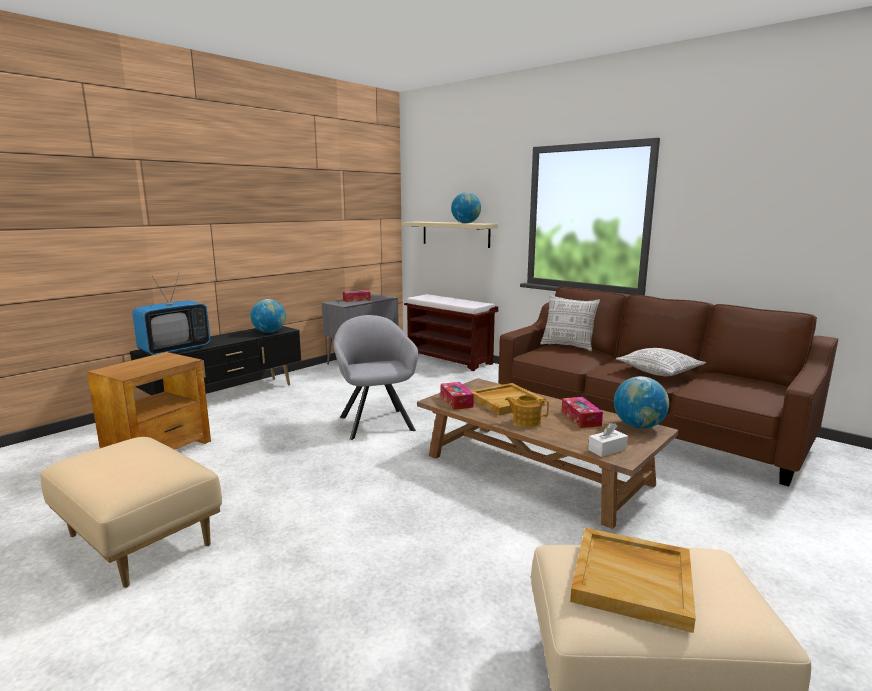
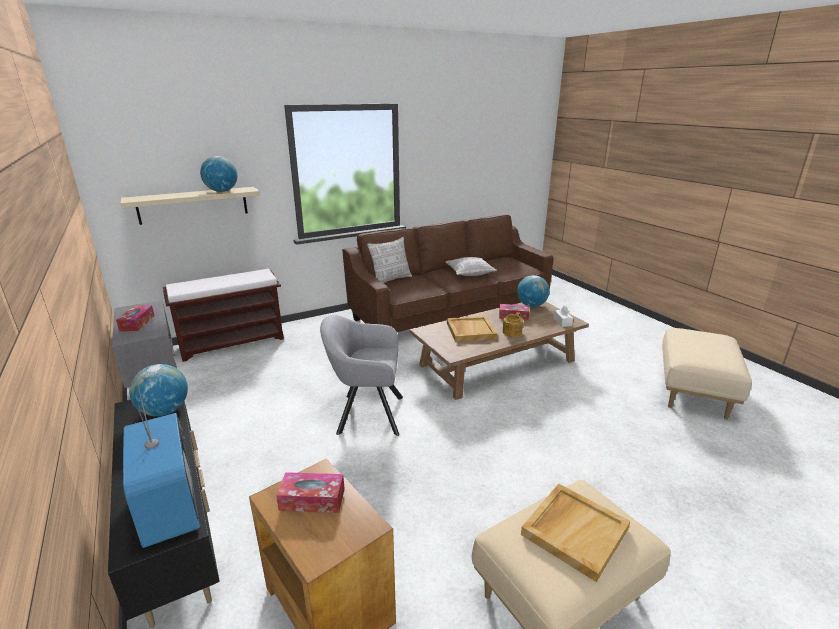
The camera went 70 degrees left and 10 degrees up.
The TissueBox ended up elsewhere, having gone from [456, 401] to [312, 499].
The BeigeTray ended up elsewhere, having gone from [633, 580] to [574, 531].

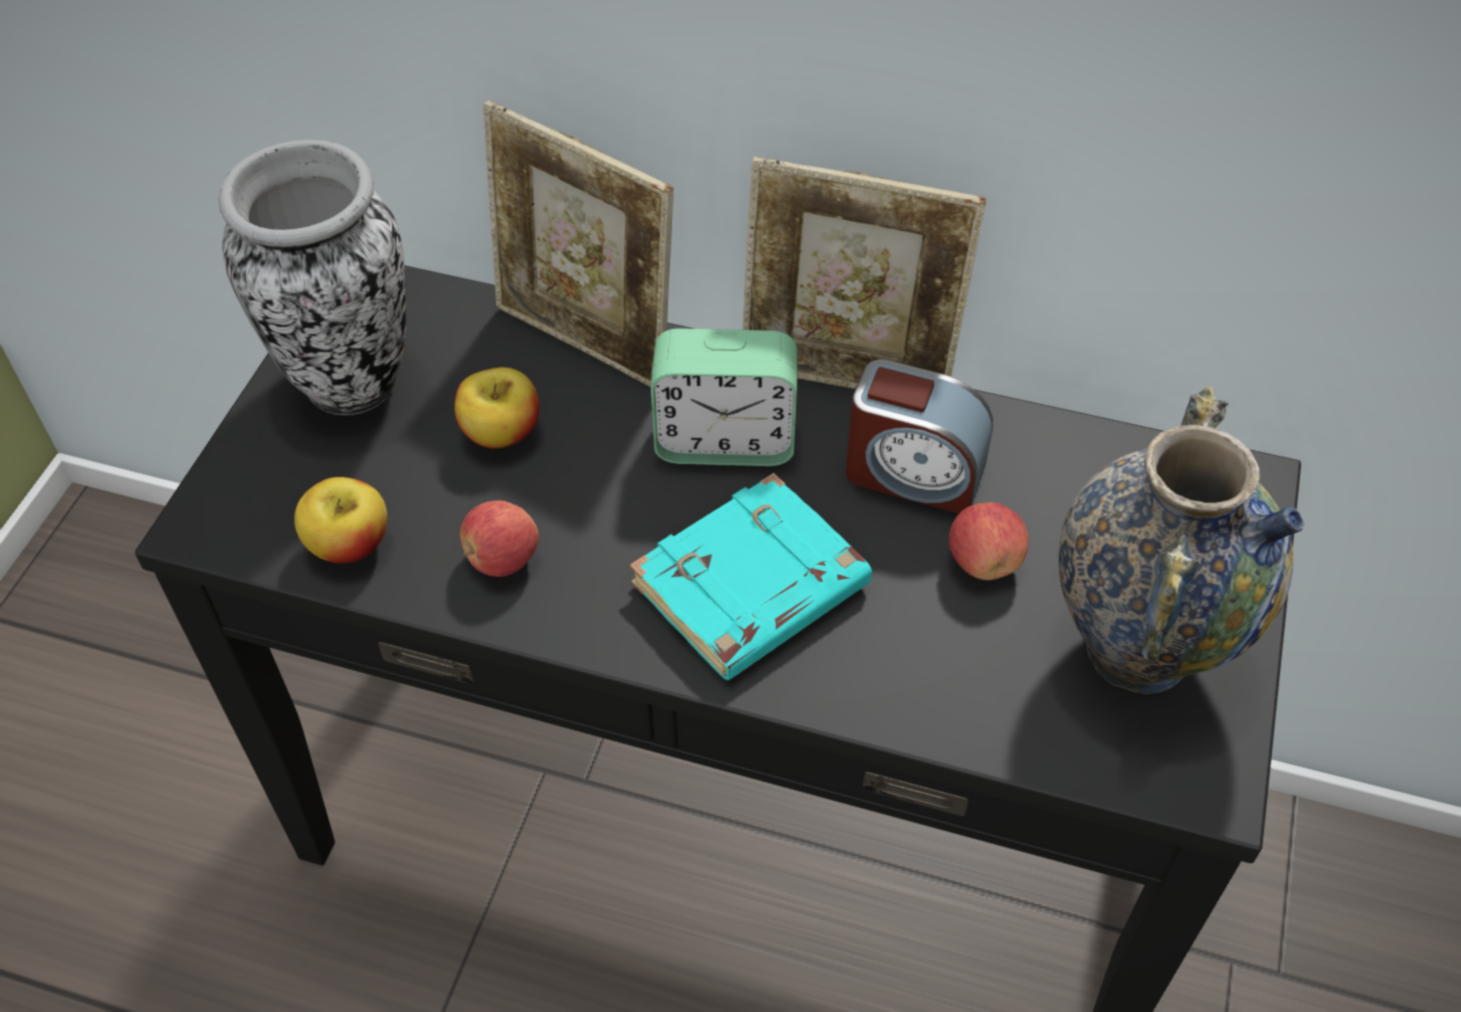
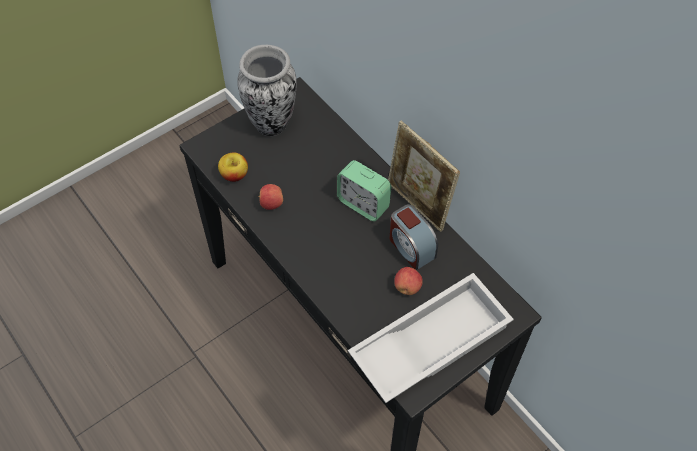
The camera went 35 degrees right and 5 degrees up.
The second view lost the Apple at [501, 432].
The second view lost the PictureFrame at [586, 342].
The second view lost the TurquoiseBook at [751, 590].
Where the Vase stood at [1138, 649], the WhiteTray came to stand at [429, 341].

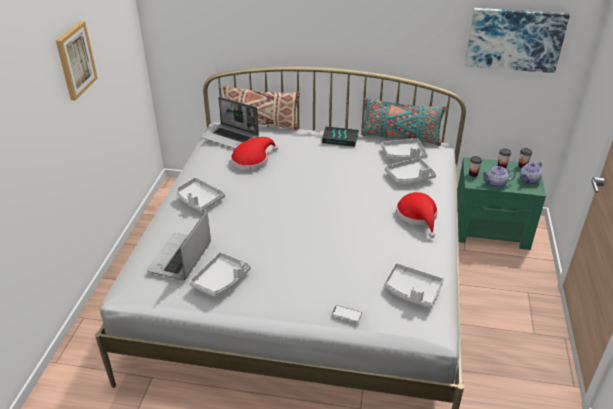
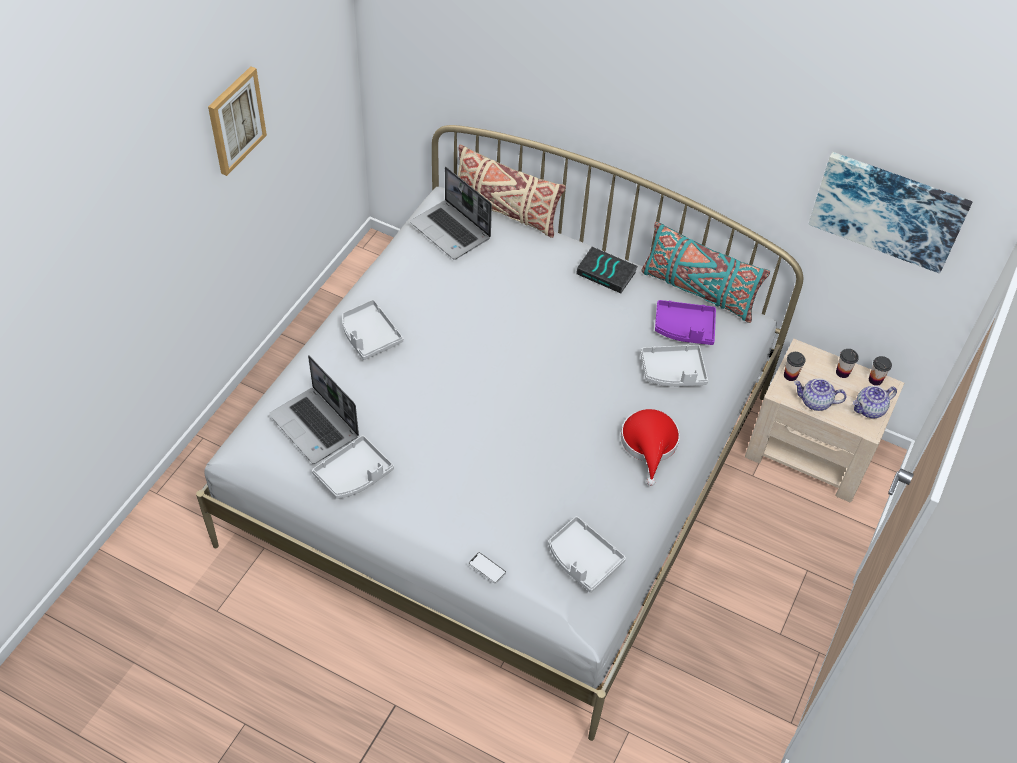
The camera went 15 degrees right and 15 degrees up.
The Laptop at [180, 258] ended up facing another way, 75 degrees counterclockwise from before.
The second view lost the RedHat at [252, 160].
What was the GreyTray at [403, 155] turned into the PurpleTray at [684, 328].
What was the GreenNightstand at [491, 228] turned into the BeigeNightstand at [811, 450].

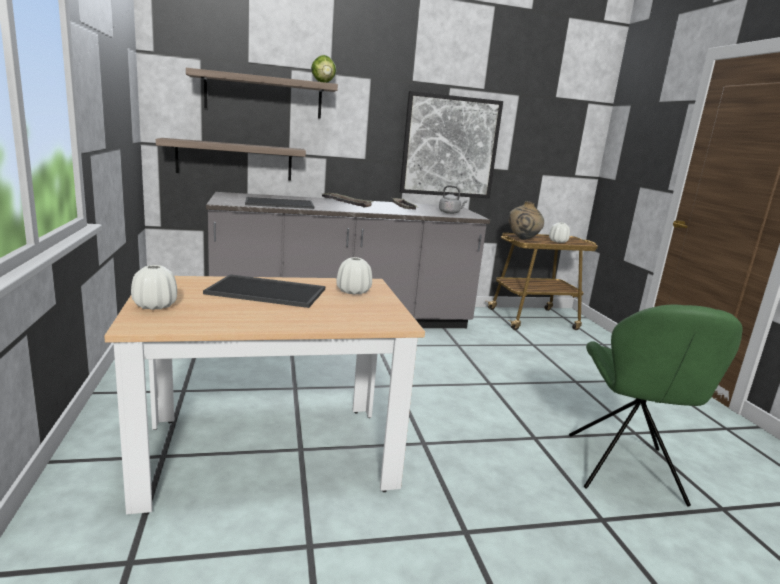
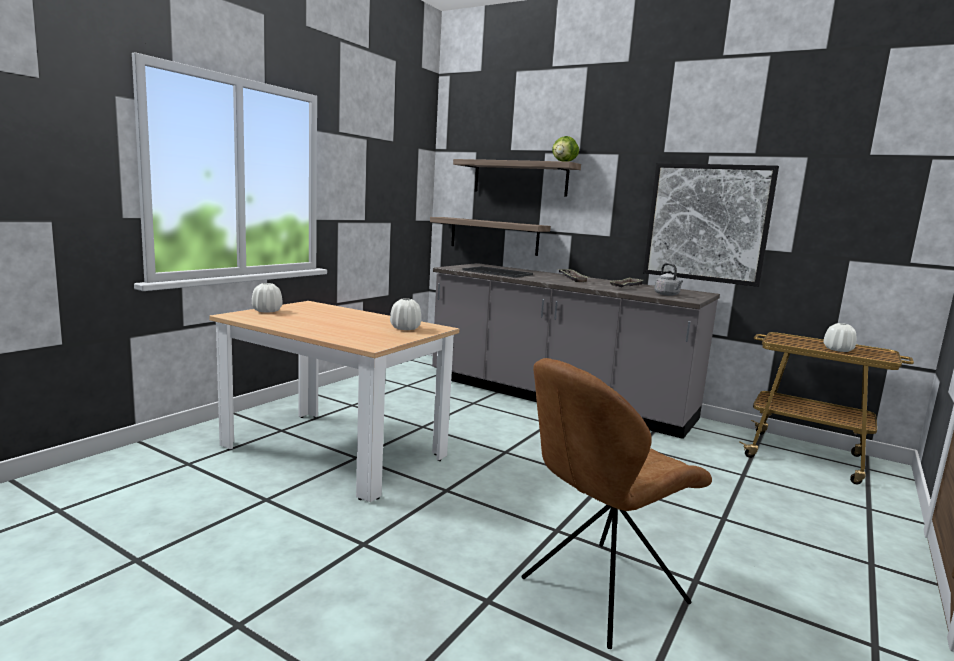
The camera went 45 degrees right and 5 degrees down.
The second view lost the Tray at [268, 291].
The second view lost the BeigeVase at [523, 239].
What was the GreenChair at [624, 471] turned into the BrownChair at [599, 593].

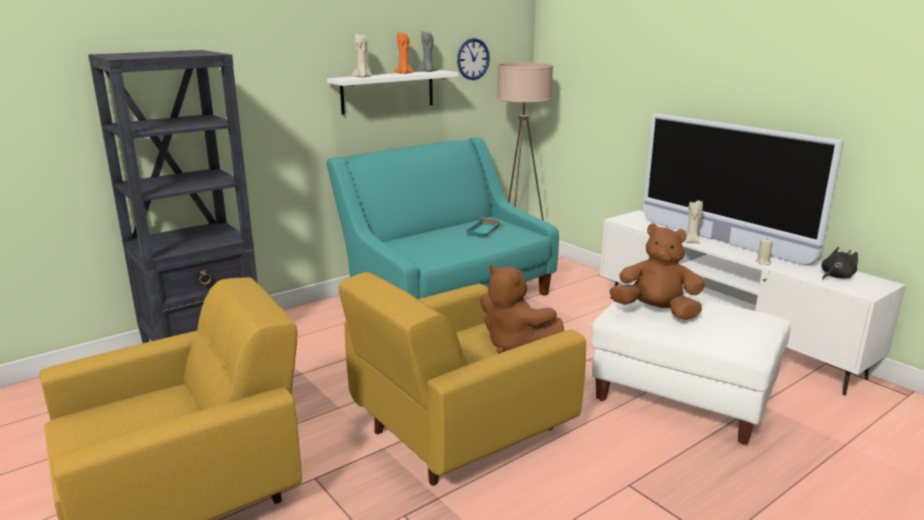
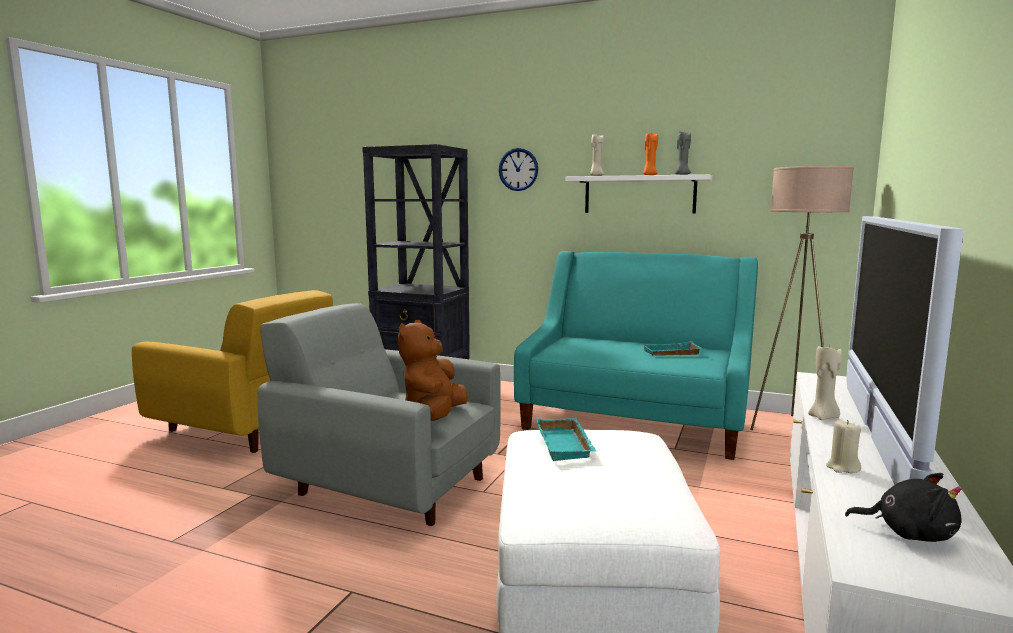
The camera went 60 degrees right and 10 degrees down.
What was the YellowArmchair at [458, 432] turned into the GreyArmchair at [387, 484].
The WallClock ended up elsewhere, having gone from [473, 59] to [518, 169].
Where the BrownPlushToy stood at [656, 311], the TurquoiseTray came to stand at [566, 445].

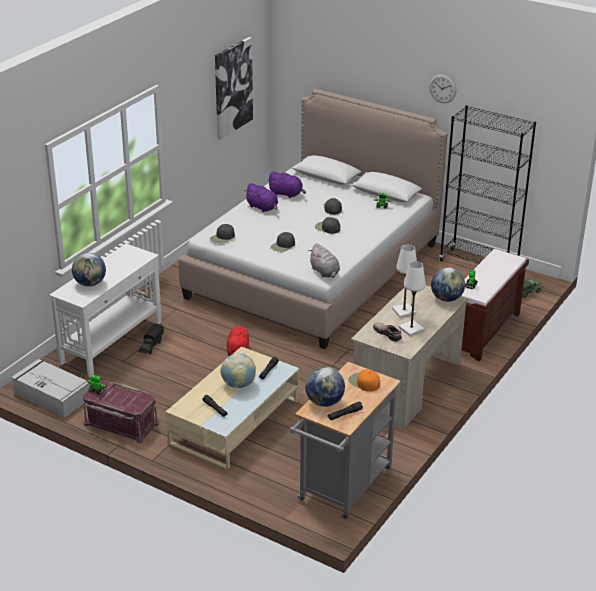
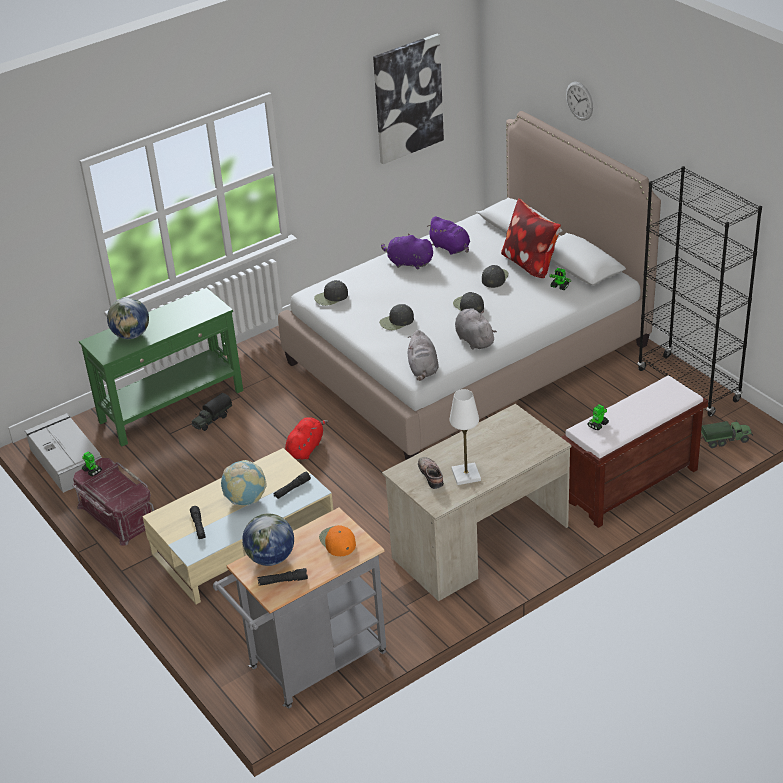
The camera went 25 degrees right and 5 degrees up.
What was the WhiteConsoleTable at [112, 342] turned into the GreenConsoleTable at [172, 406].
The PurplePlushToy at [263, 208] ended up facing another way, 135 degrees clockwise from before.
The second view lost the WhiteTableLamp at [404, 311].
The WallClock ended up elsewhere, having gone from [442, 88] to [579, 101].
The second view lost the Globe at [446, 299].
The second view gained the GreyPlushToy at [473, 339].
The second view gained the Pillow at [529, 263].

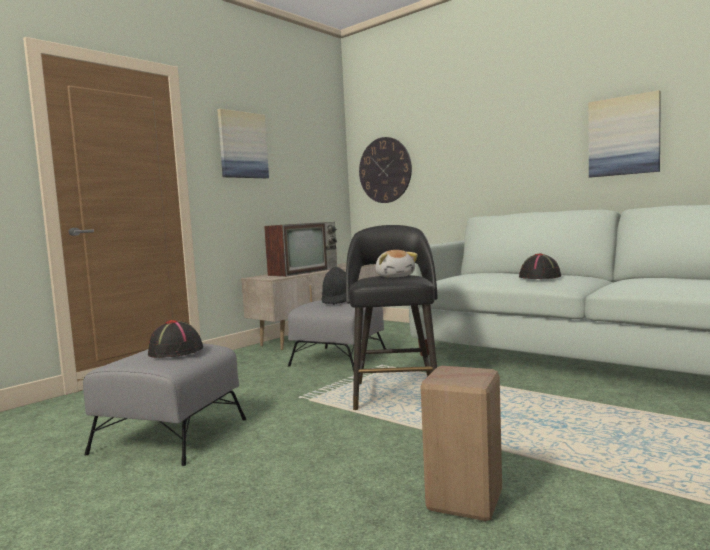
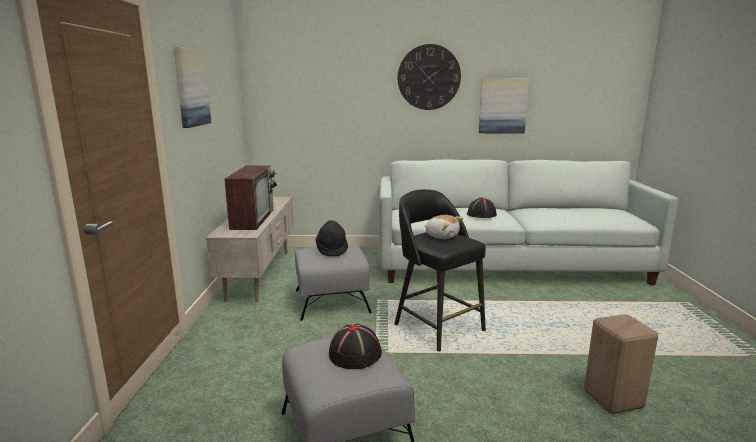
The camera went 40 degrees left and 10 degrees up.
The WallClock ended up elsewhere, having gone from [385, 170] to [429, 77].

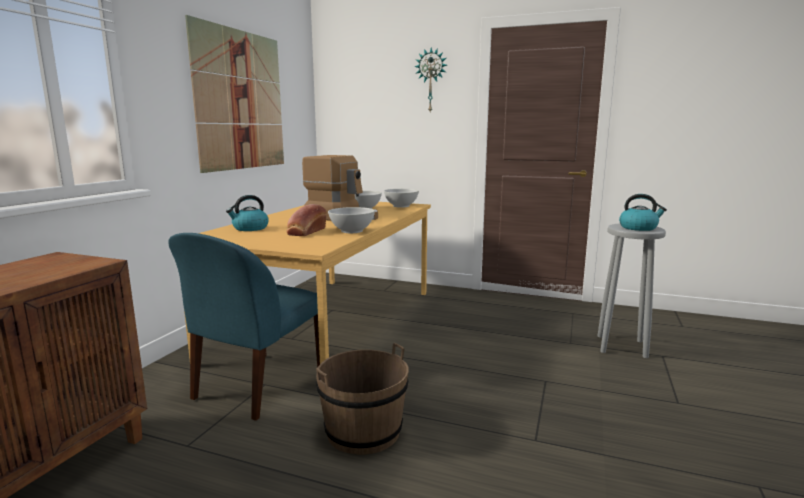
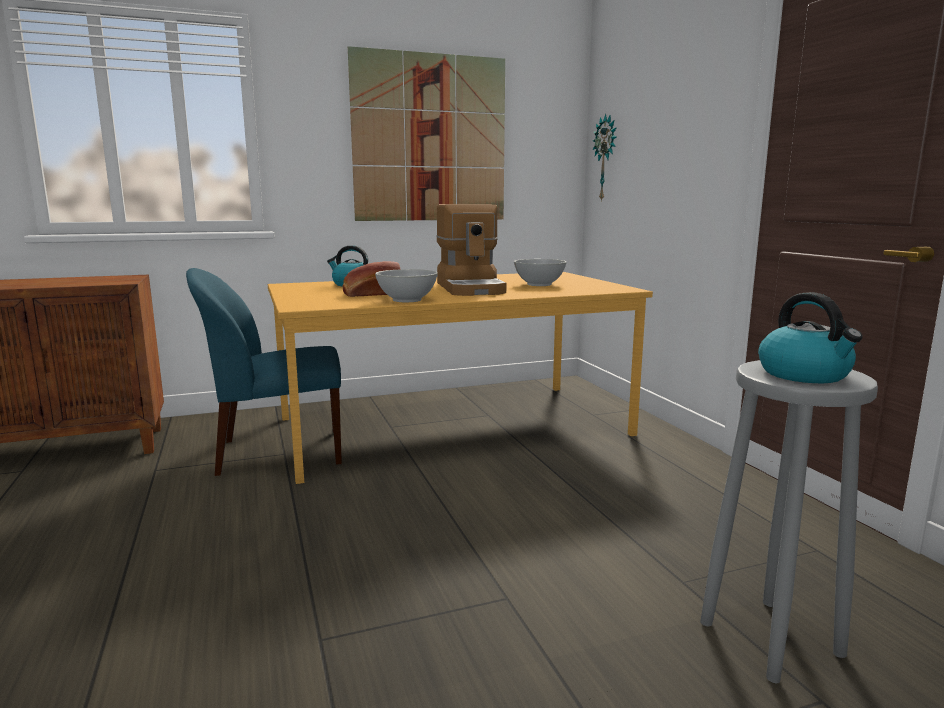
The camera went 50 degrees right and 0 degrees up.
The second view lost the BrownBucket at [363, 431].
The second view lost the WhiteBowl at [401, 206].
The WallClock ended up elsewhere, having gone from [431, 80] to [606, 158].

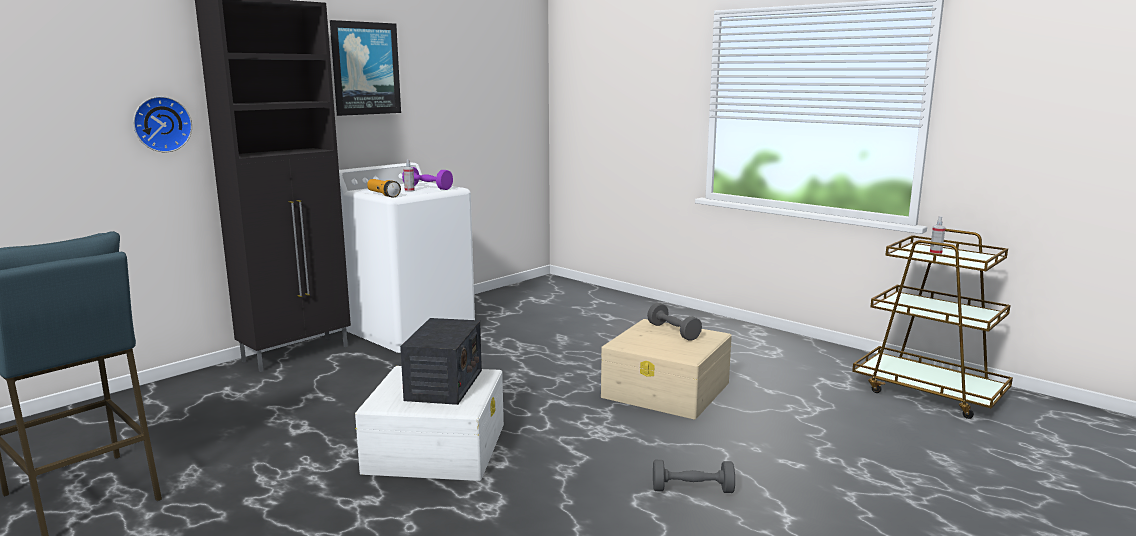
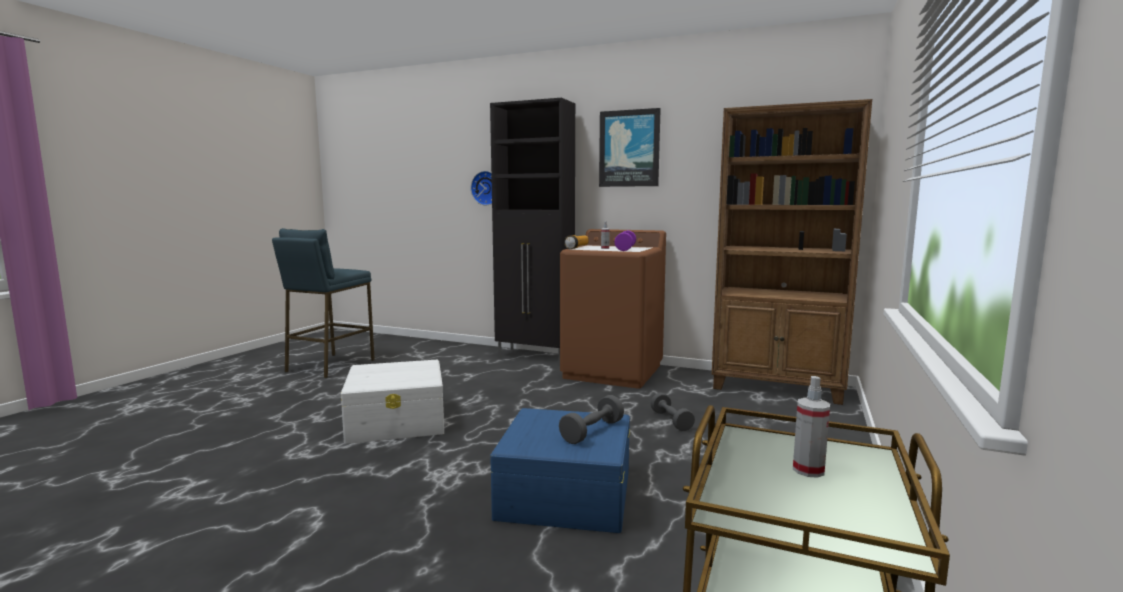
The camera went 70 degrees right and 5 degrees down.
What was the WhiteWashingMachine at [410, 330] turned into the BrownWashingMachine at [613, 372].
The second view lost the Radio at [444, 385].
What was the BeigeStorageBox at [667, 390] turned into the BlueStorageBox at [565, 494].
The GreyDumbbell ended up elsewhere, having gone from [692, 490] to [671, 421].
The second view gained the BrownBookcase at [777, 388].

